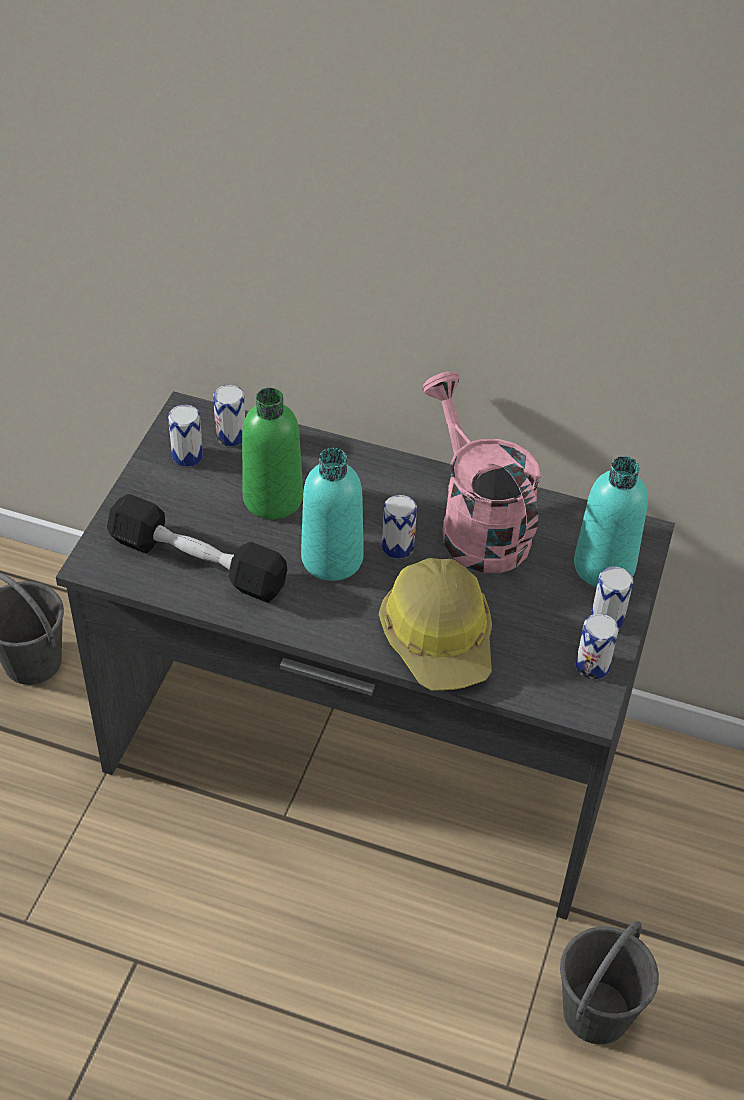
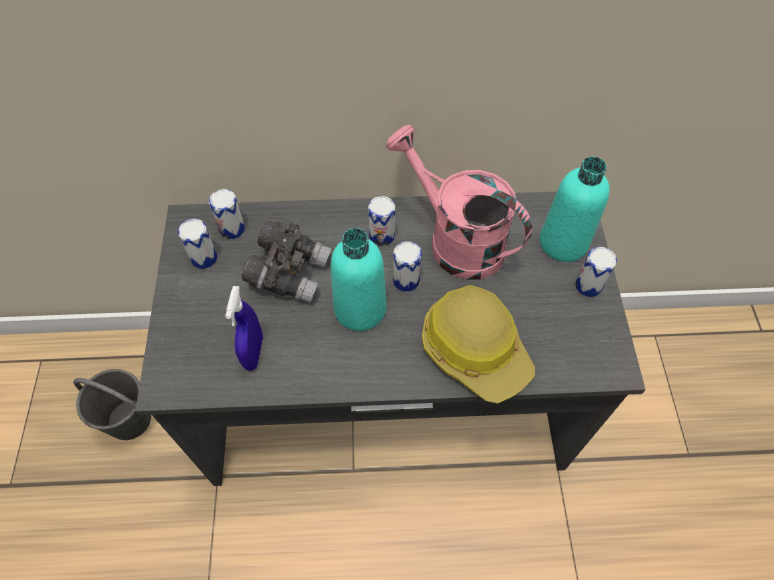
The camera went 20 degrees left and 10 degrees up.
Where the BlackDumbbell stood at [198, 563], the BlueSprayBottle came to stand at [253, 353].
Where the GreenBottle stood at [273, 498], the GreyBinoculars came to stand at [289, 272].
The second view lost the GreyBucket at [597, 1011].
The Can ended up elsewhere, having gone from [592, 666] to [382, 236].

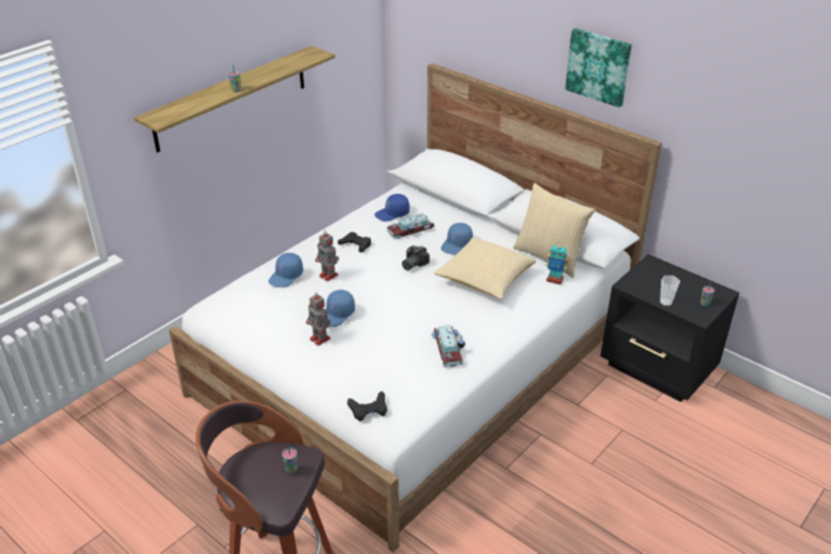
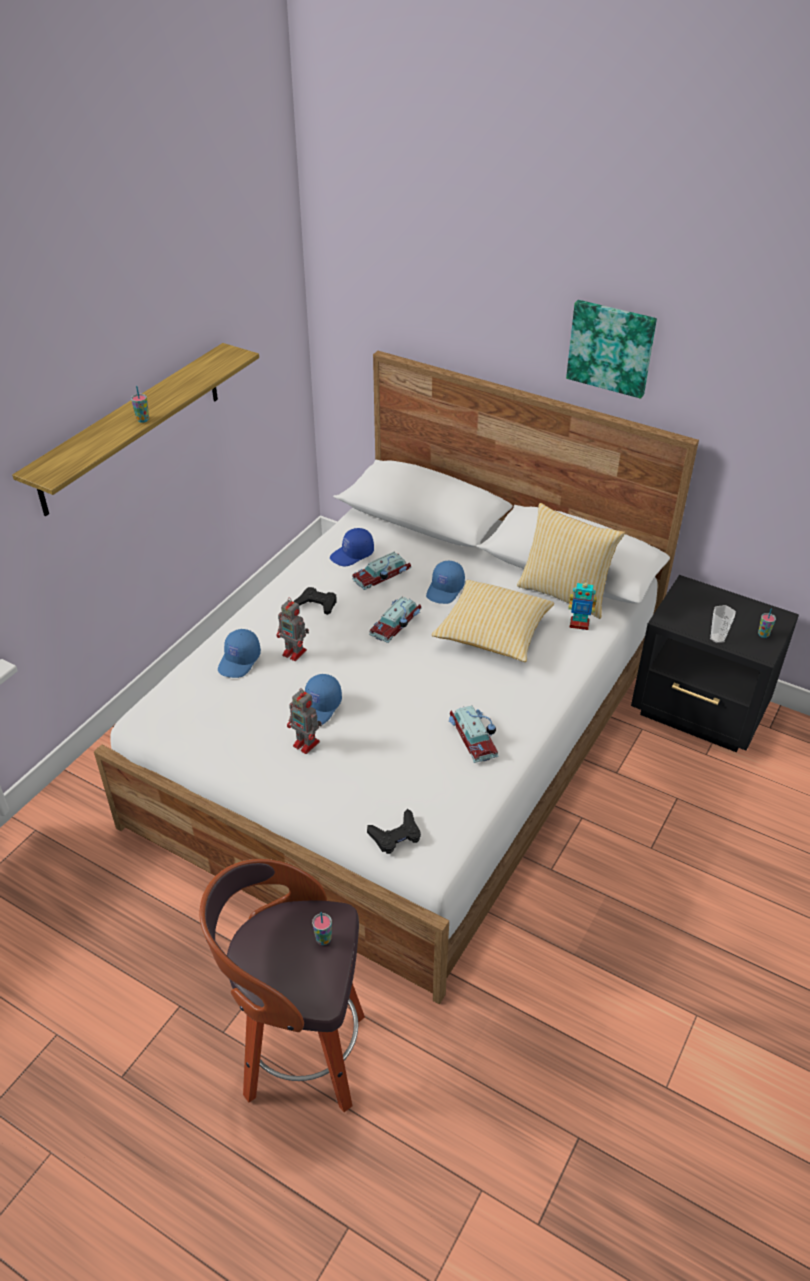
The camera went 10 degrees left and 5 degrees up.
Where the PhotoCamera stood at [412, 264], the ToyCar came to stand at [397, 623].

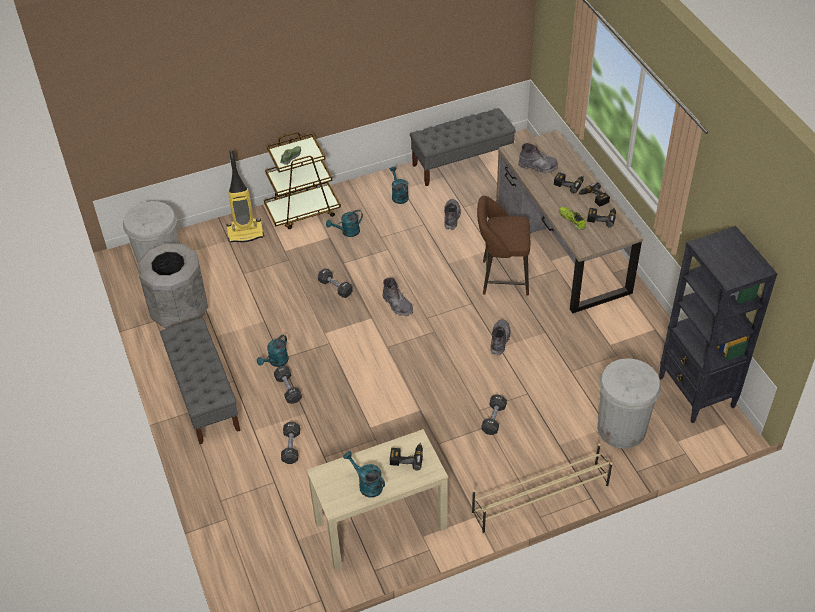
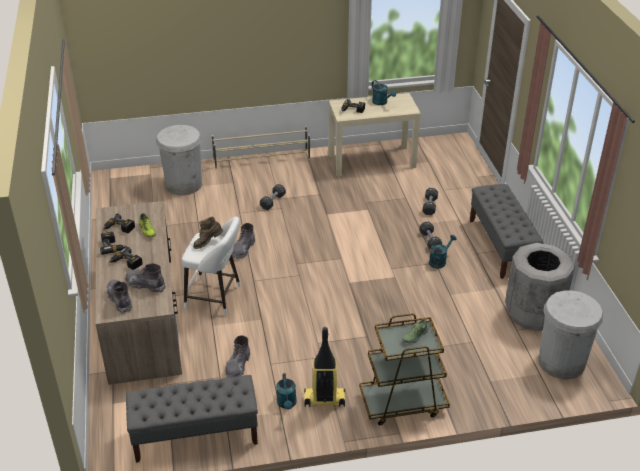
The camera went 170 degrees left and 10 degrees down.
The VacuumCleaner ended up elsewhere, having gone from [245, 233] to [324, 400].
The second view lost the BlackDumbbell at [335, 287].
The second view lost the TurquoiseWateringCan at [347, 232].
The GreyBoot ended up elsewhere, having gone from [397, 305] to [120, 300].
What was the BrownStool at [501, 278] turned into the WhiteStool at [216, 297].
The second view lost the BlackBookcase at [696, 393].
The second view gained the BrownBoot at [208, 243].

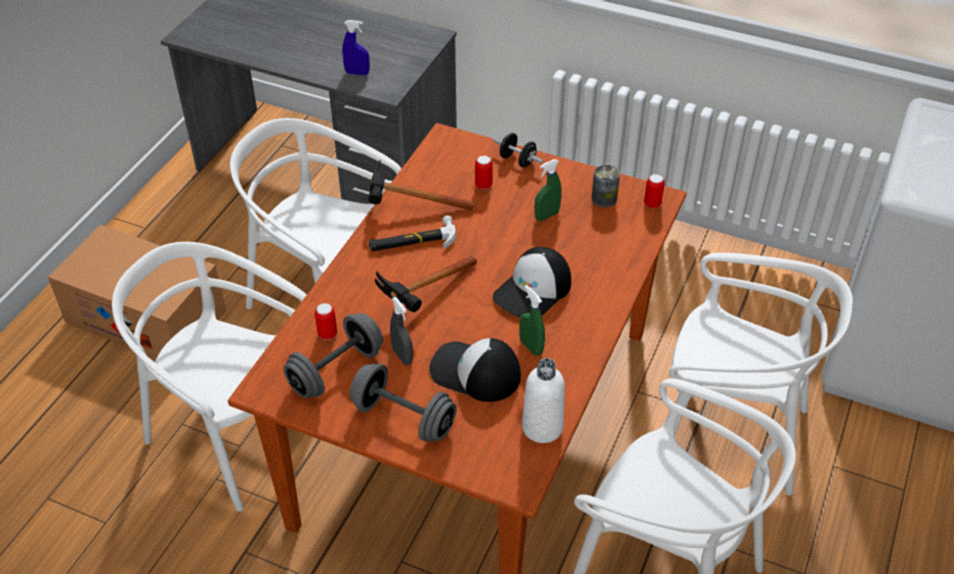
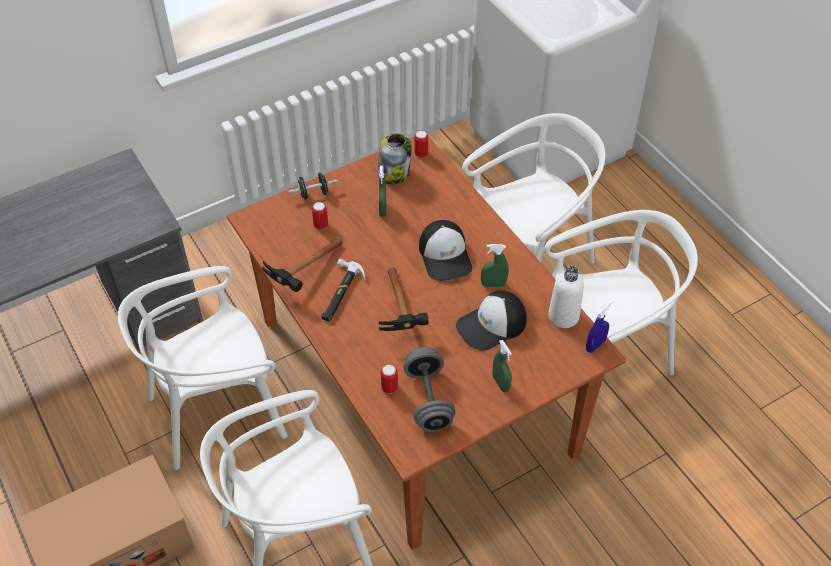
The camera went 55 degrees left and 5 degrees up.
The BlueSprayBottle ended up elsewhere, having gone from [357, 73] to [595, 345].
Where the GreyDumbbell stood at [404, 417], the GreenSprayBottle came to stand at [500, 383].
The second view lost the GreySprayBottle at [402, 356].
Where the Can stood at [604, 198], the Jar came to stand at [394, 173].

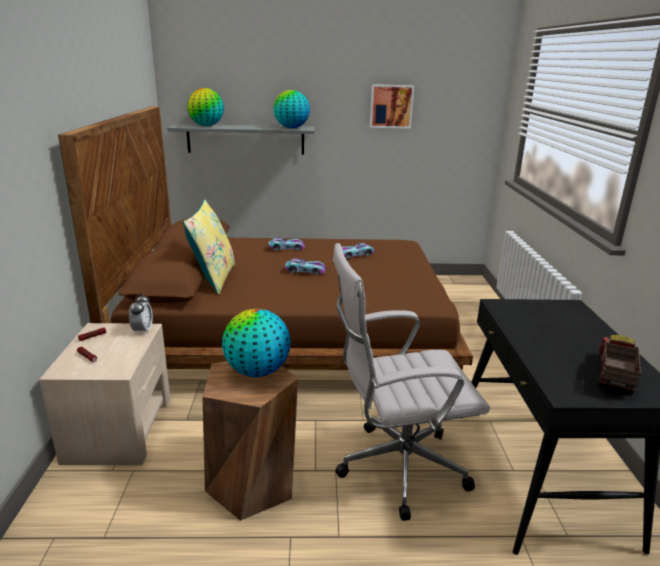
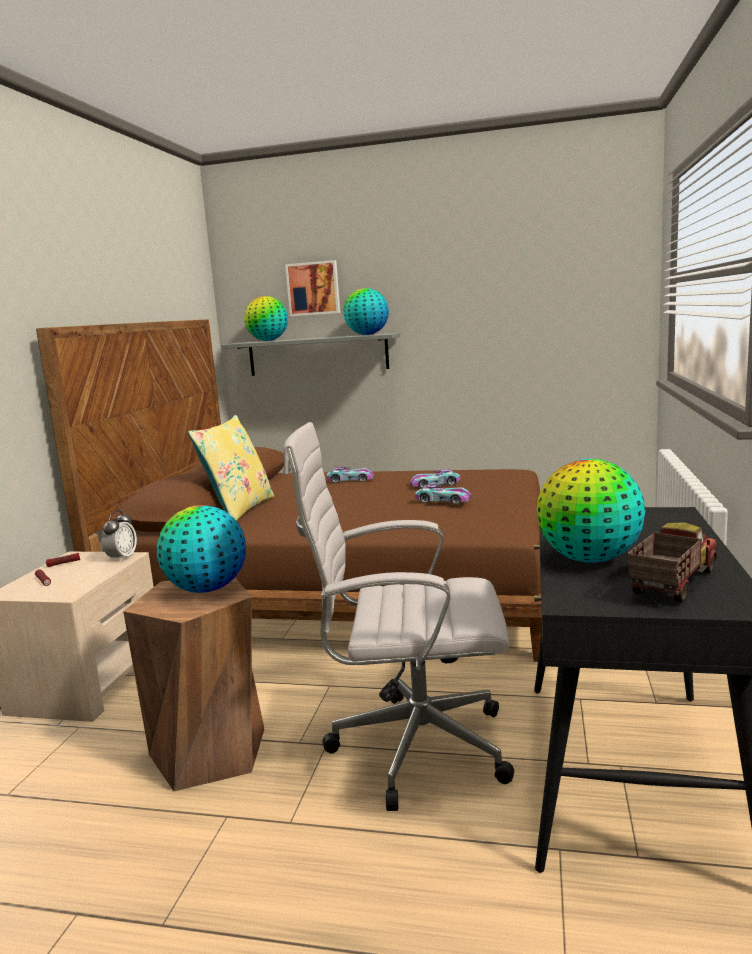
The camera went 15 degrees right and 10 degrees down.
The ToyCar ended up elsewhere, having gone from [305, 271] to [443, 500].
The Picture ended up elsewhere, having gone from [391, 106] to [313, 288].
The second view gained the Globe at [590, 560].

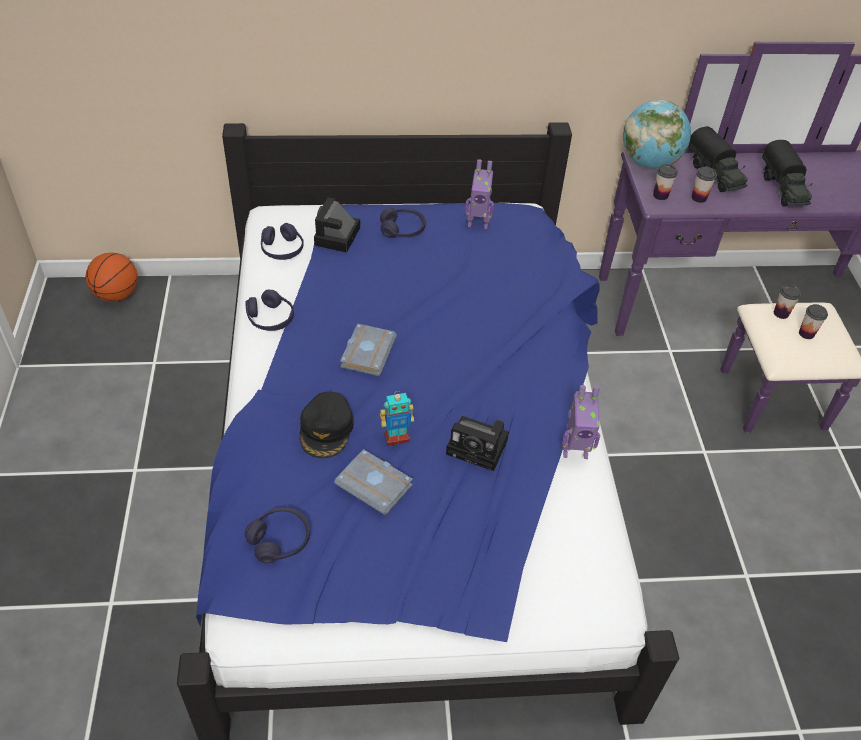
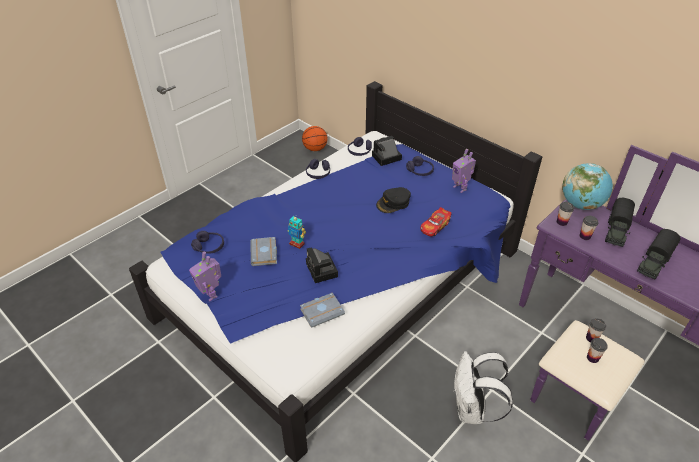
The camera went 50 degrees right and 5 degrees down.
The BlackCap ended up elsewhere, having gone from [326, 429] to [393, 203].
The GreyBook ended up elsewhere, having gone from [367, 352] to [322, 311].
The ToyRobot ended up elsewhere, having gone from [575, 450] to [211, 294].
The second view gained the ToyCar at [435, 226].
The second view gained the WhiteBackpack at [472, 410].

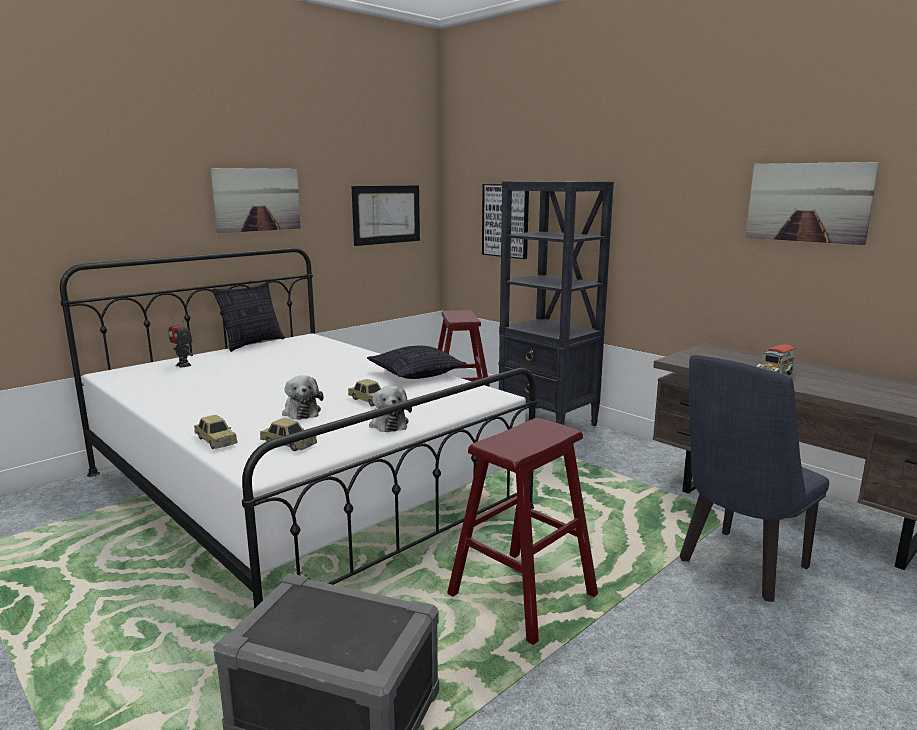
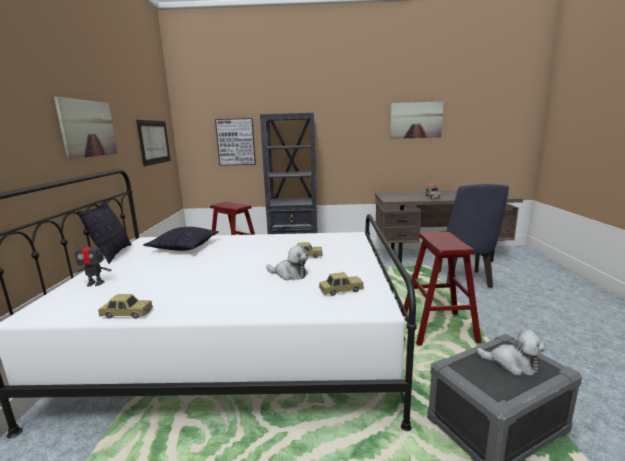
The camera went 45 degrees left and 0 degrees up.
The ToyCar ended up elsewhere, having gone from [216, 440] to [126, 314].
The Pillow ended up elsewhere, having gone from [416, 374] to [184, 247].
The PlushToy ended up elsewhere, having gone from [388, 423] to [512, 363].

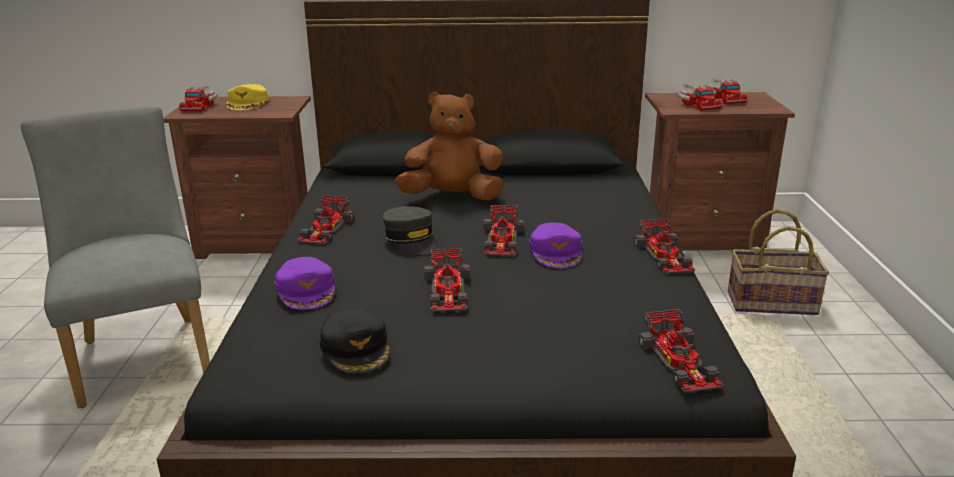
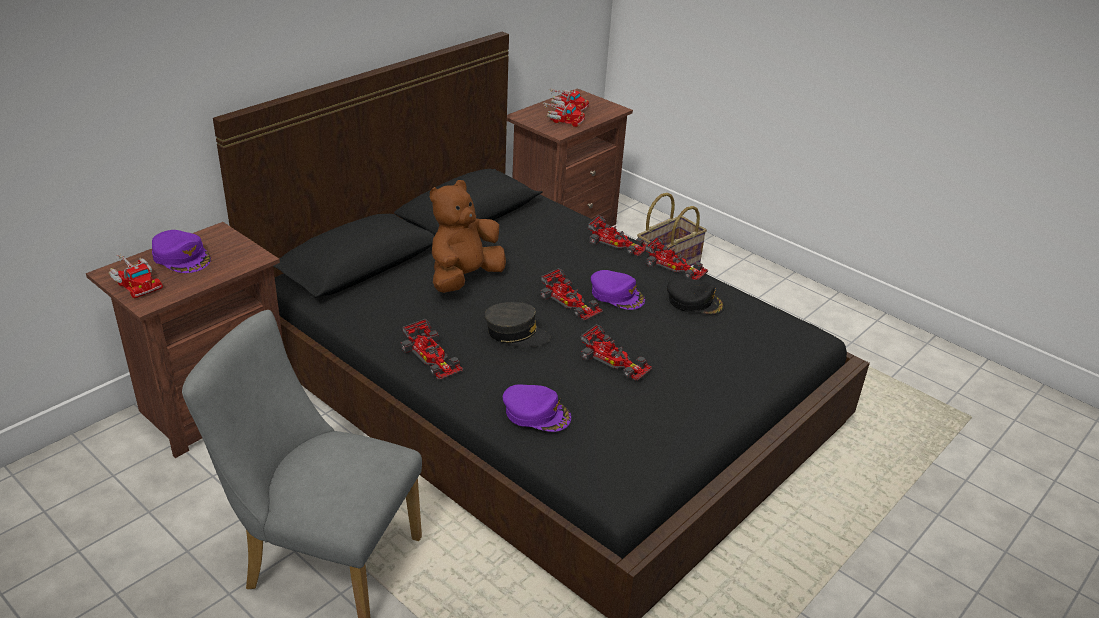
The camera went 50 degrees left and 10 degrees up.
What was the YellowCap at [248, 103] turned into the PurpleCap at [182, 257].
The BlackCap ended up elsewhere, having gone from [356, 348] to [694, 302].
The ToyCar ended up elsewhere, having gone from [680, 361] to [617, 243].

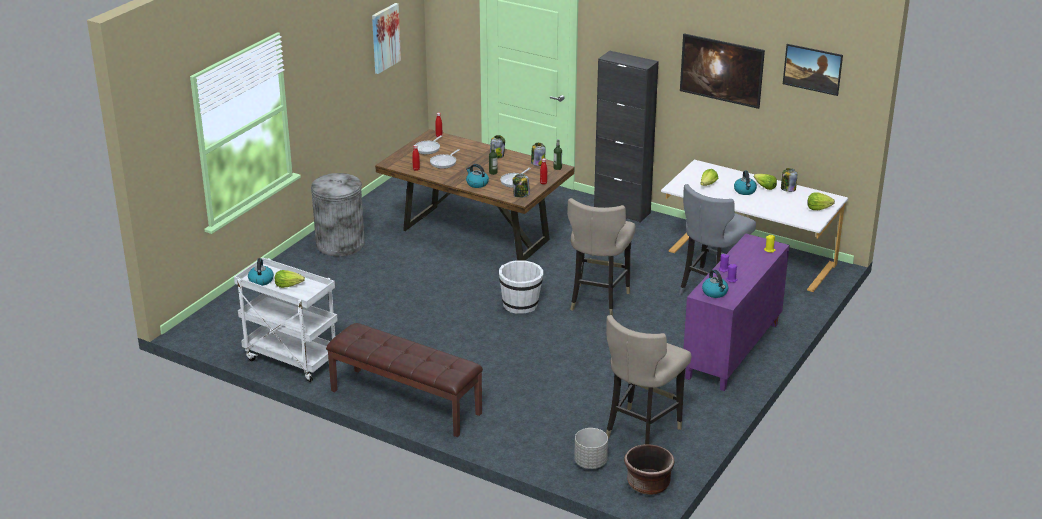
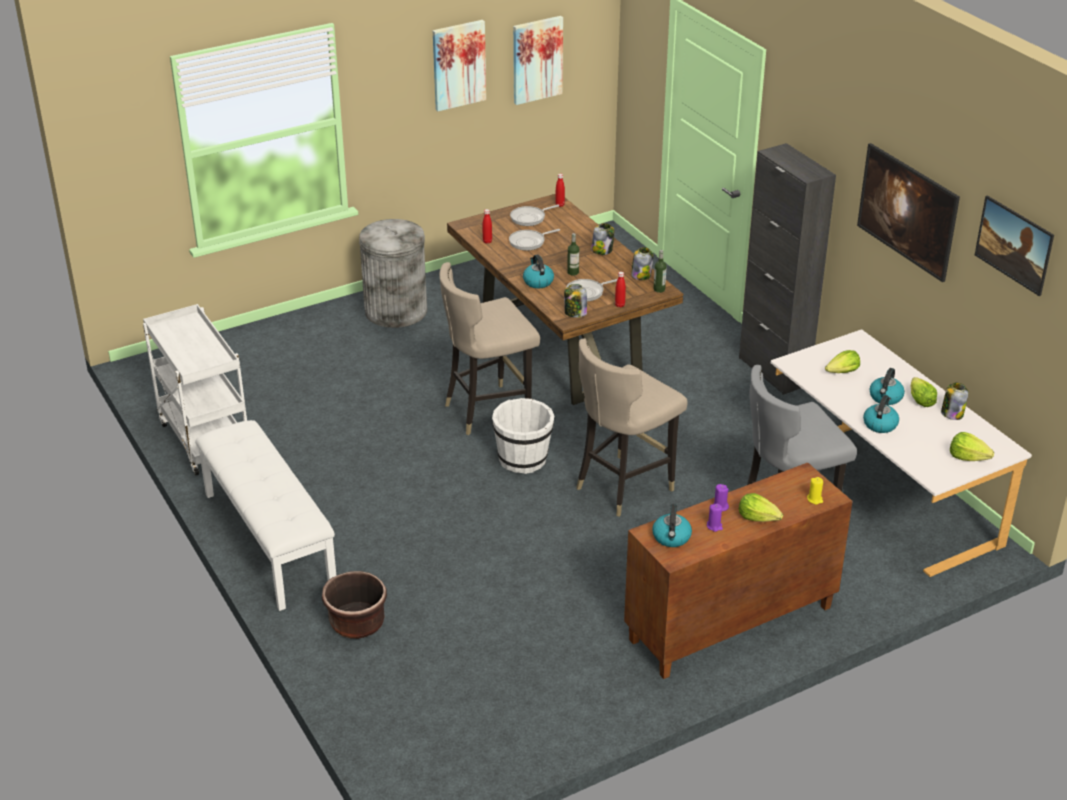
The camera went 30 degrees right and 5 degrees up.
The Kettle ended up elsewhere, having gone from [261, 280] to [880, 424].
The Lettuce ended up elsewhere, having gone from [288, 285] to [758, 517].
What was the BrownBench at [404, 402] turned into the WhiteBench at [268, 541].
The second view lost the GreyPlanter at [590, 462].
The BeigeStool ended up elsewhere, having gone from [641, 431] to [488, 410].
The BrownPlanter ended up elsewhere, having gone from [648, 484] to [357, 623].
What was the PurpleCabinet at [733, 351] turned into the BrownCabinet at [730, 625].
The second view gained the Picture at [458, 65].

